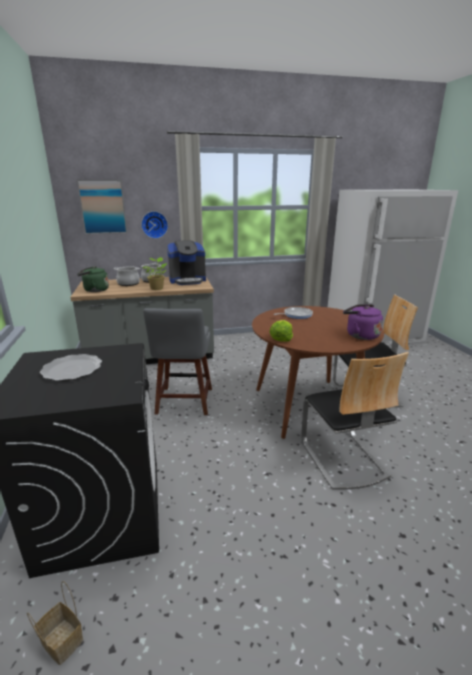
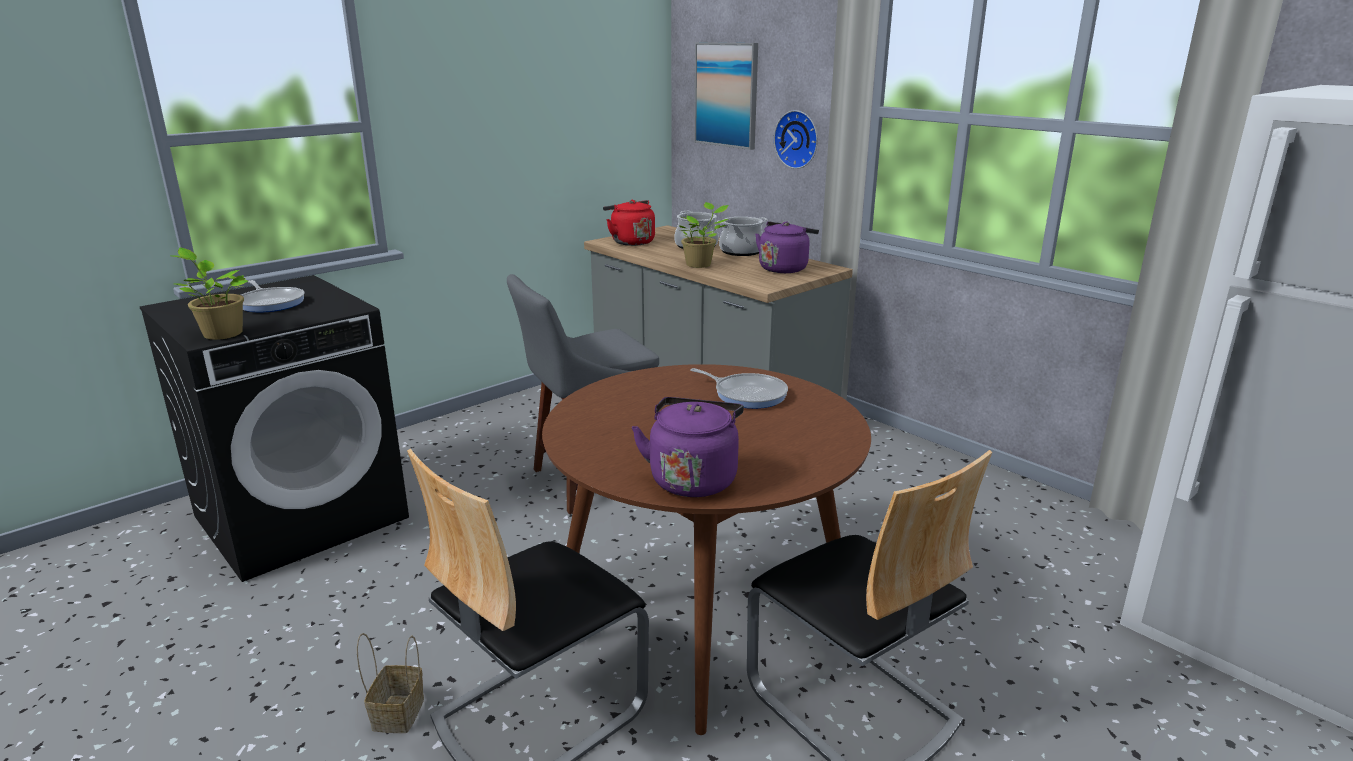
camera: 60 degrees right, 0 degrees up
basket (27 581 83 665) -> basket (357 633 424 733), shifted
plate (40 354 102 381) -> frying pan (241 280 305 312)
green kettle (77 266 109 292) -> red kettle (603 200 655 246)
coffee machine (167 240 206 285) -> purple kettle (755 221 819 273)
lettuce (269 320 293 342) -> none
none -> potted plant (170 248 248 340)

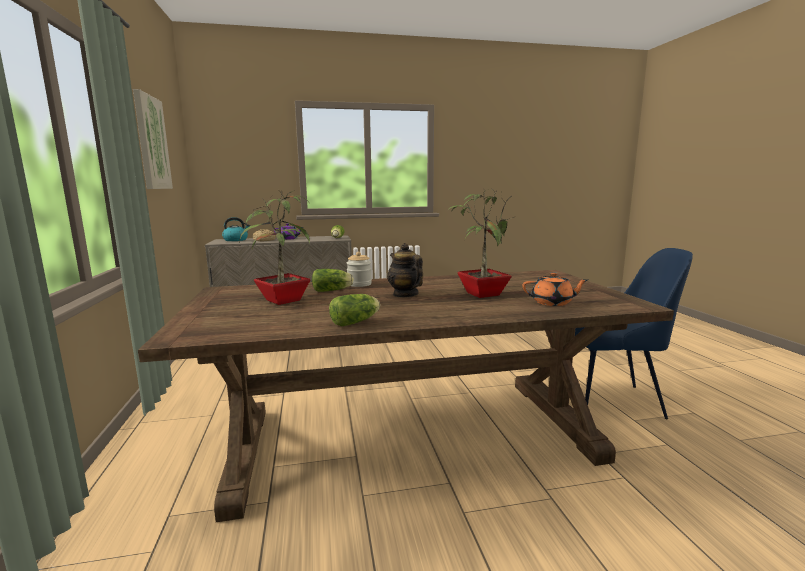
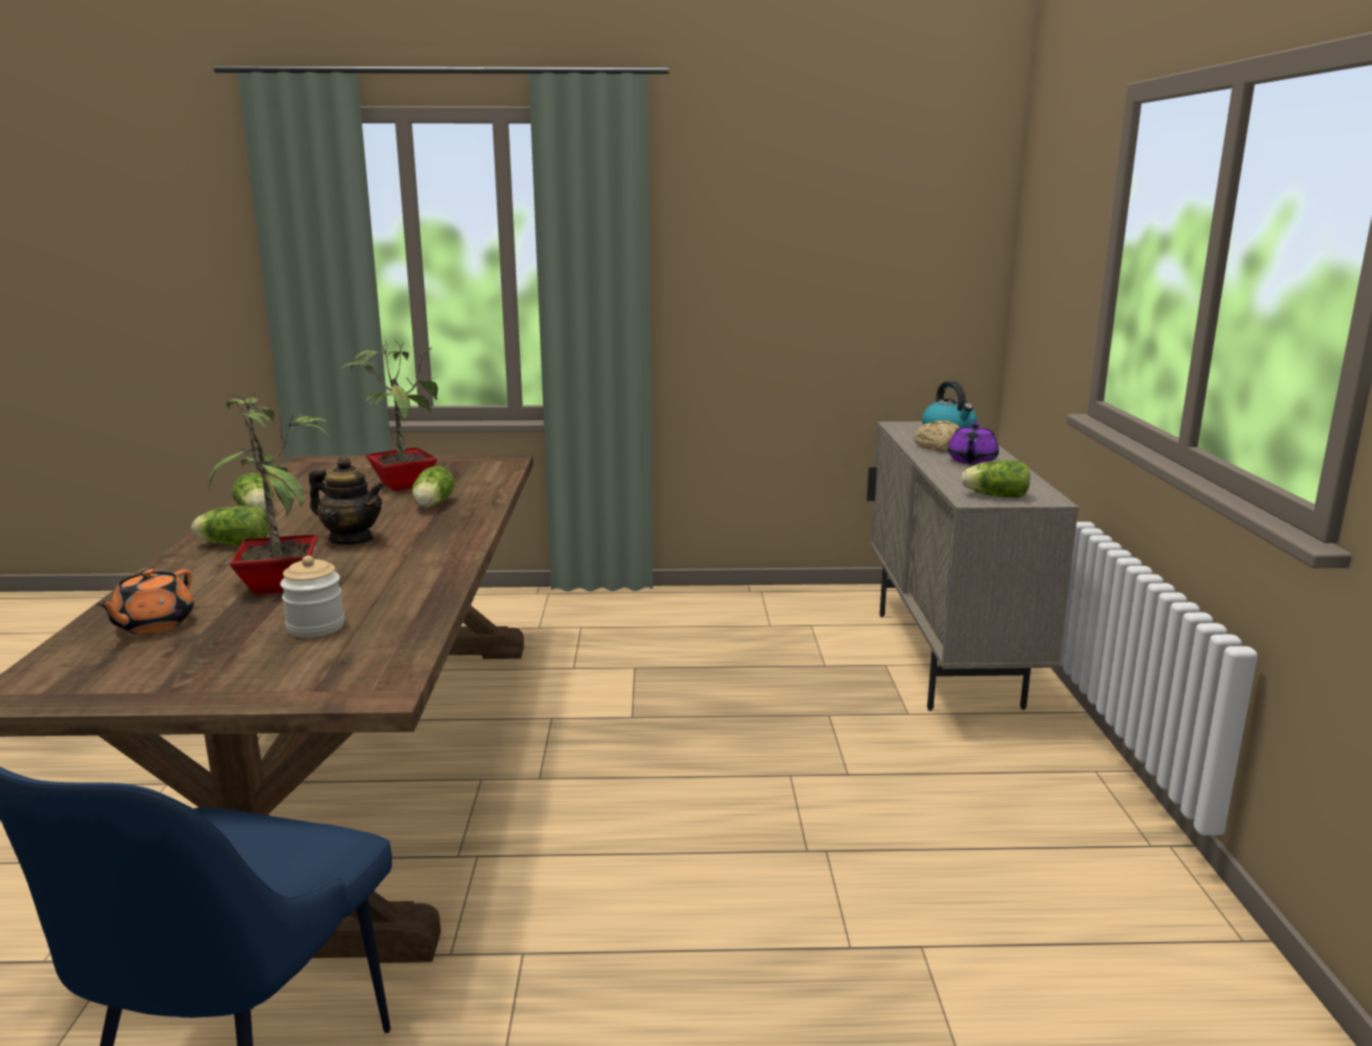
camera: 100 degrees right, 5 degrees up
picture (133 89 173 189) -> none
jar (346 252 372 287) -> jar (280 556 344 638), shifted
teapot (387 243 423 298) -> teapot (309 456 384 545), 45 degrees clockwise
none -> lettuce (192 506 269 546)

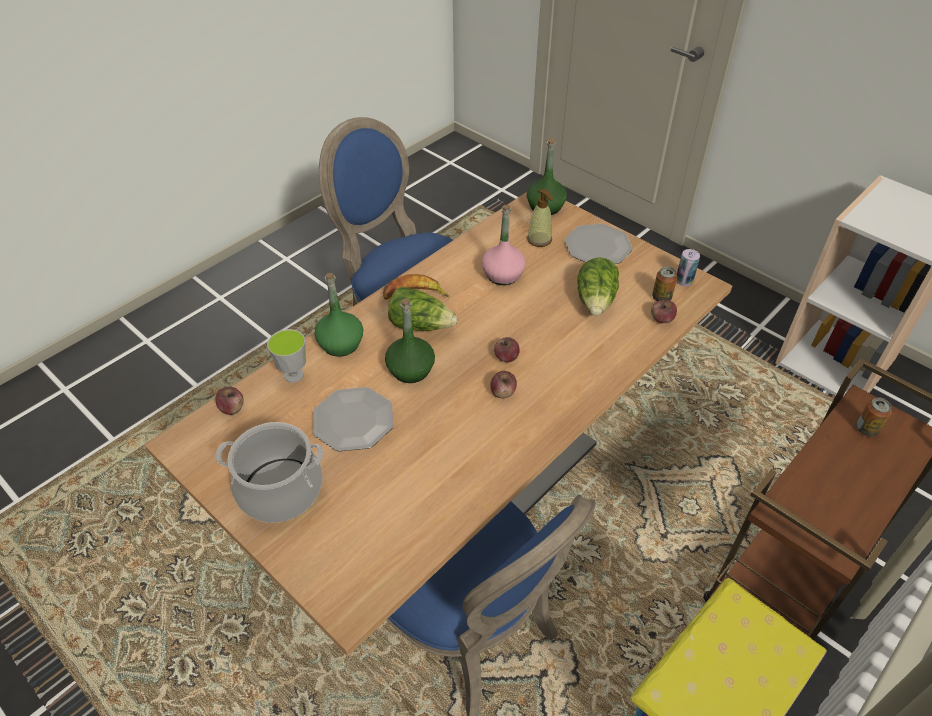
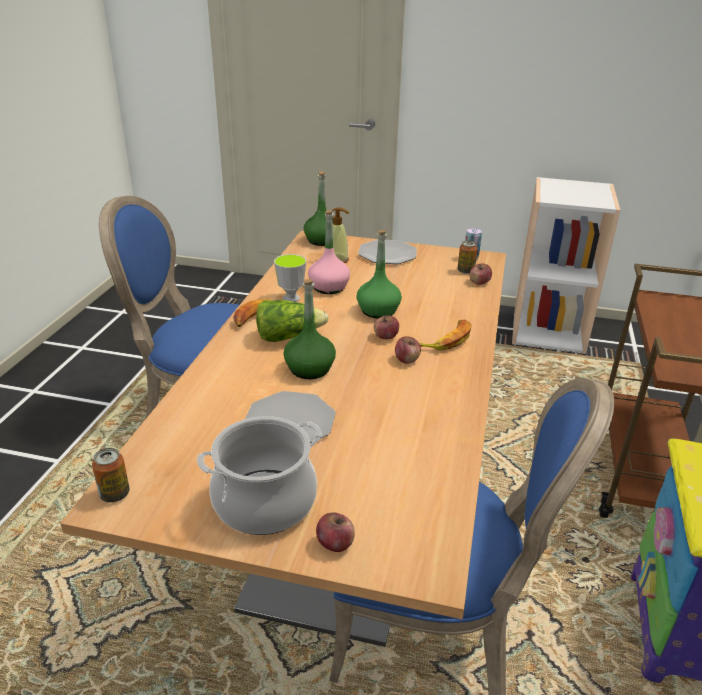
camera: 30 degrees left, 15 degrees down
apple (215 387 244 415) -> apple (316 512 355 552), shifted
cup (267 329 306 383) -> cup (274 254 306 302), shifted
green bottle (315 273 363 357) -> green bottle (357 230 402 319), shifted
lettuce (577 257 619 316) -> none
can (856 397 892 437) -> can (92 448 130 502), shifted
none -> banana (419 320 472 351)

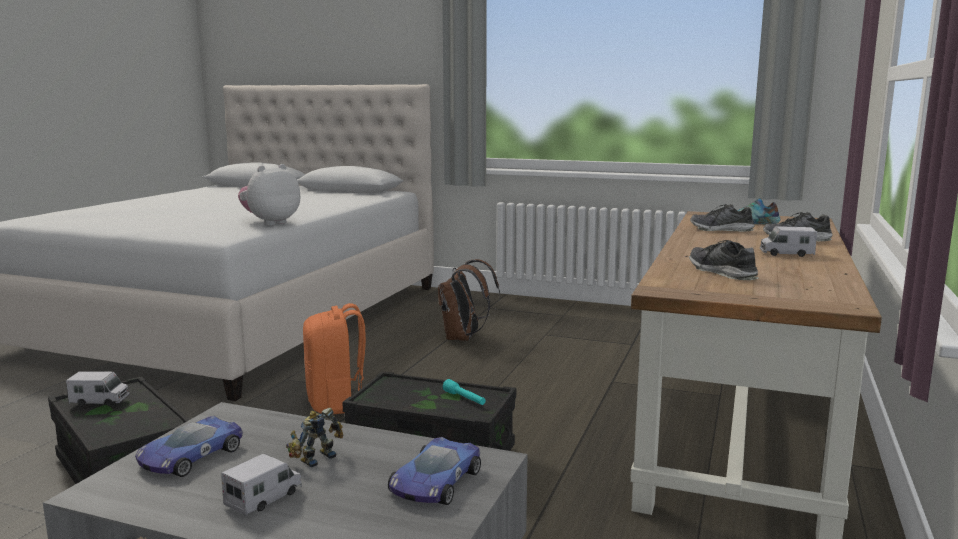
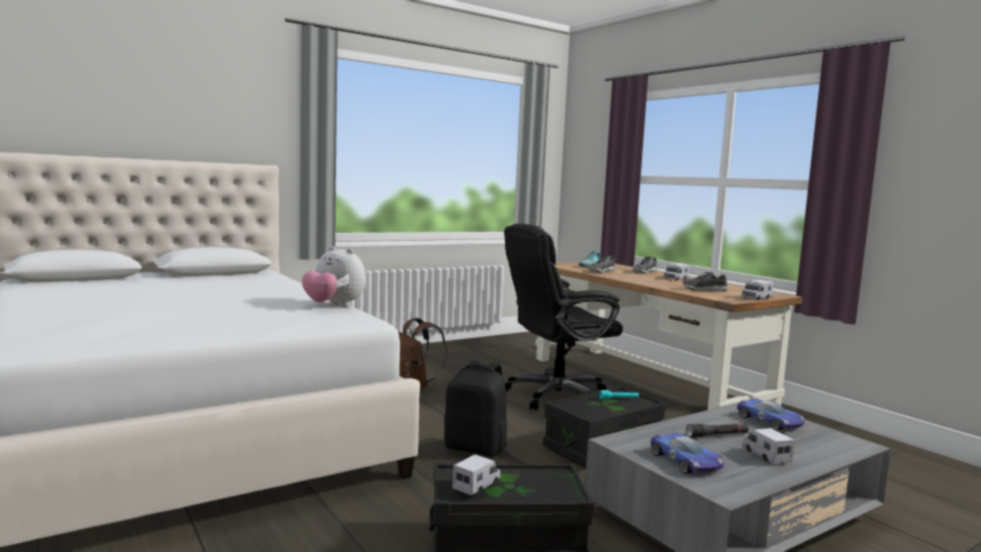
camera: 55 degrees left, 5 degrees down
plush toy (238 164 300 226) -> plush toy (302 246 366 307), 45 degrees counterclockwise
toy robot (286 408 343 467) -> black flashlight (686 424 749 437)
orange backpack (303 303 366 414) -> black backpack (444 360 507 456)
none -> black office chair (504 223 623 410)
none -> toy truck (742 280 774 300)

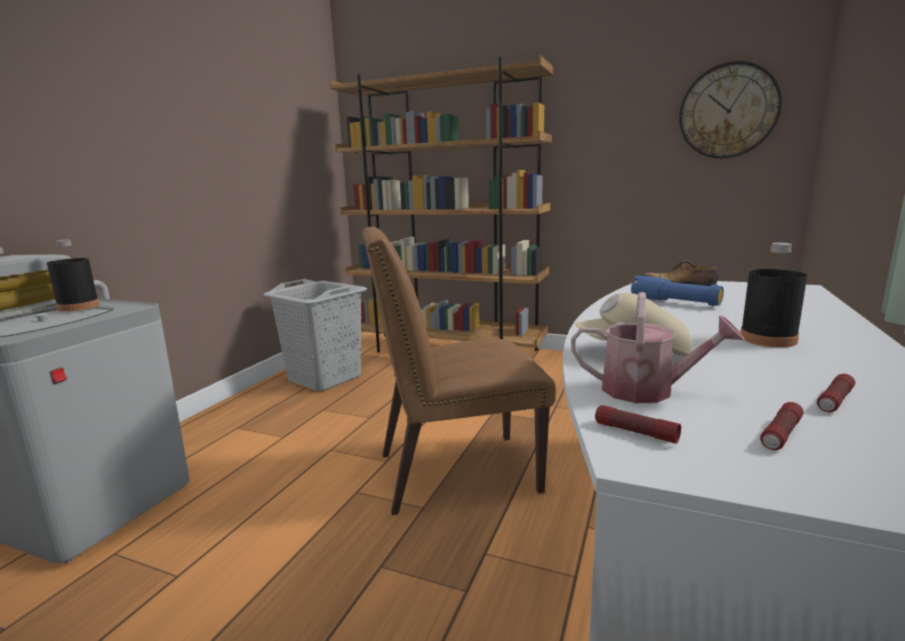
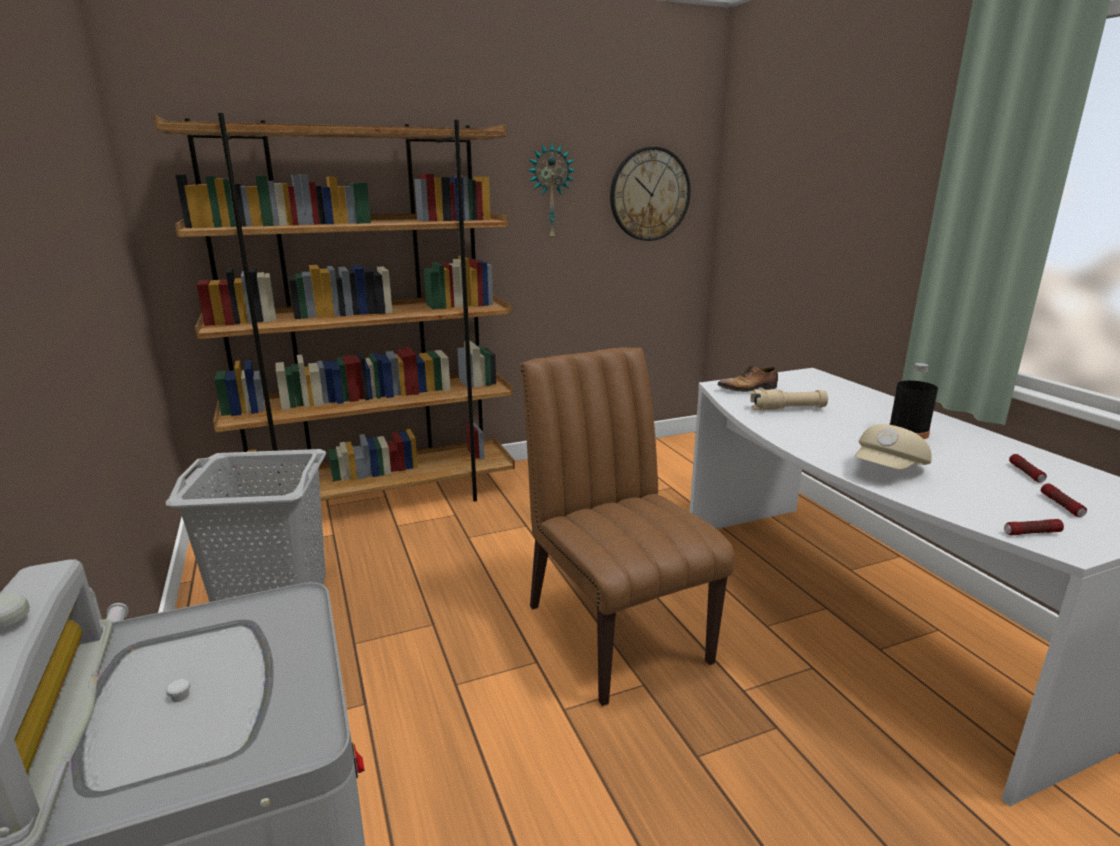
camera: 45 degrees left, 5 degrees up
black bottle (47 239 100 312) -> none
brown chair (362 227 556 515) -> brown chair (520 347 734 706), 120 degrees clockwise
watering can (571 292 745 403) -> none
blue flashlight (631 276 724 306) -> beige flashlight (750 389 828 410)
none -> wall clock (527 143 576 240)

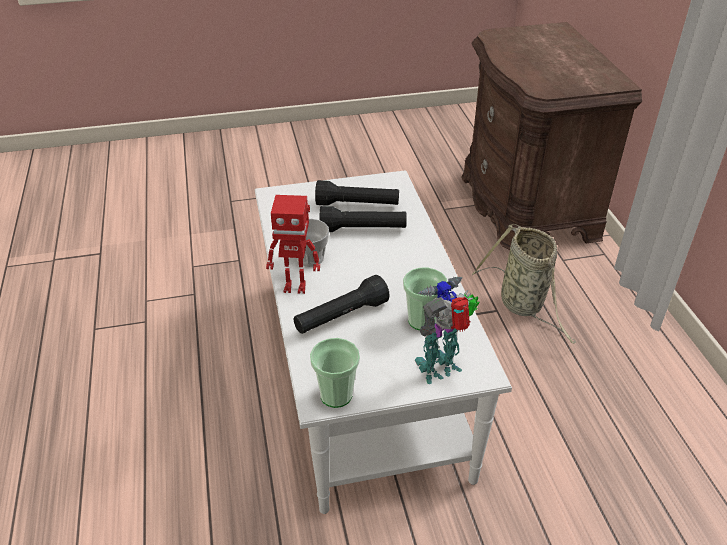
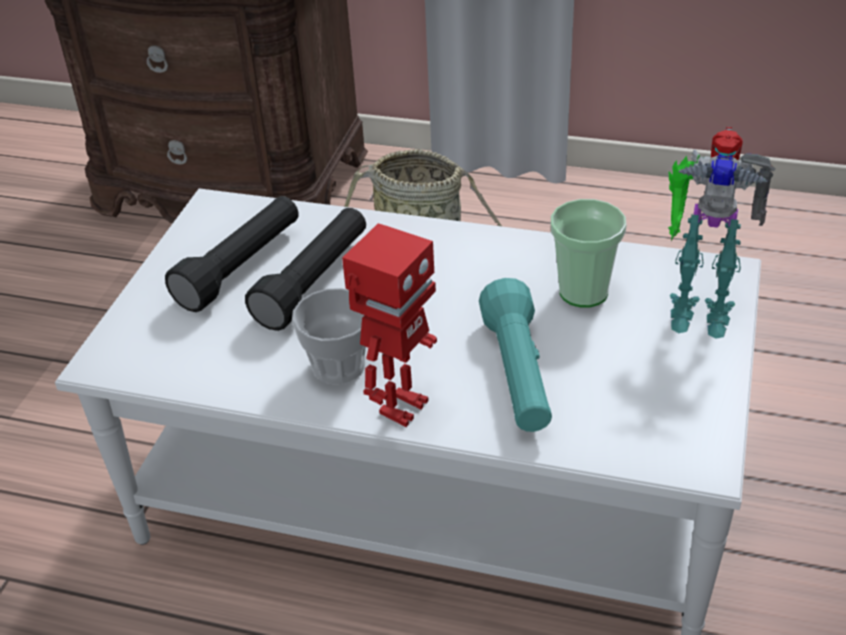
camera: 60 degrees left, 0 degrees up
black flashlight (294 275 390 334) -> turquoise flashlight (479 278 552 432)
cup (310 338 360 408) -> none
toy robot (415 277 480 384) -> toy robot (668 126 775 339), 75 degrees counterclockwise

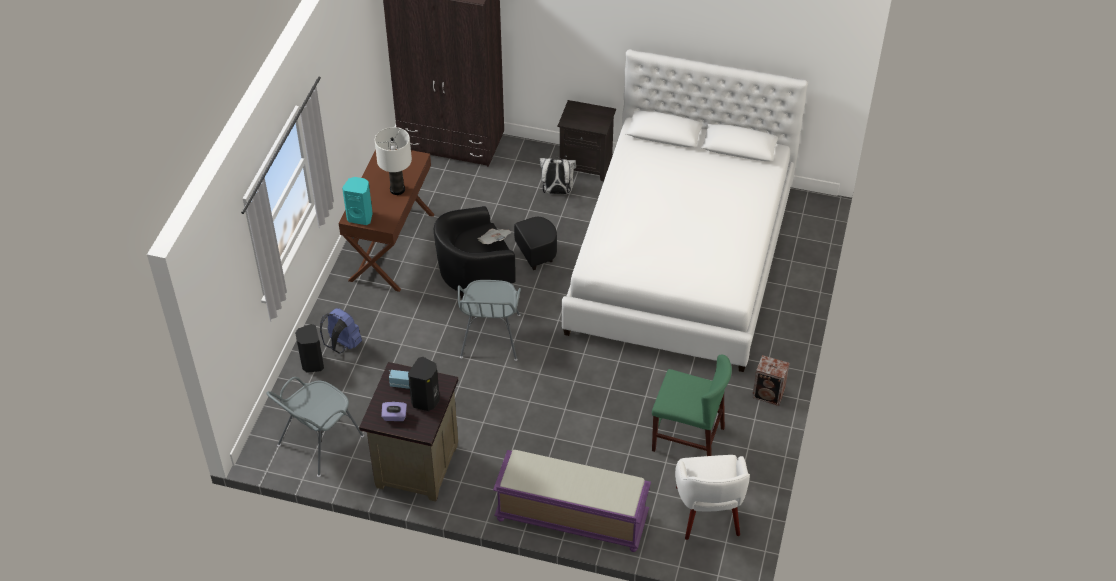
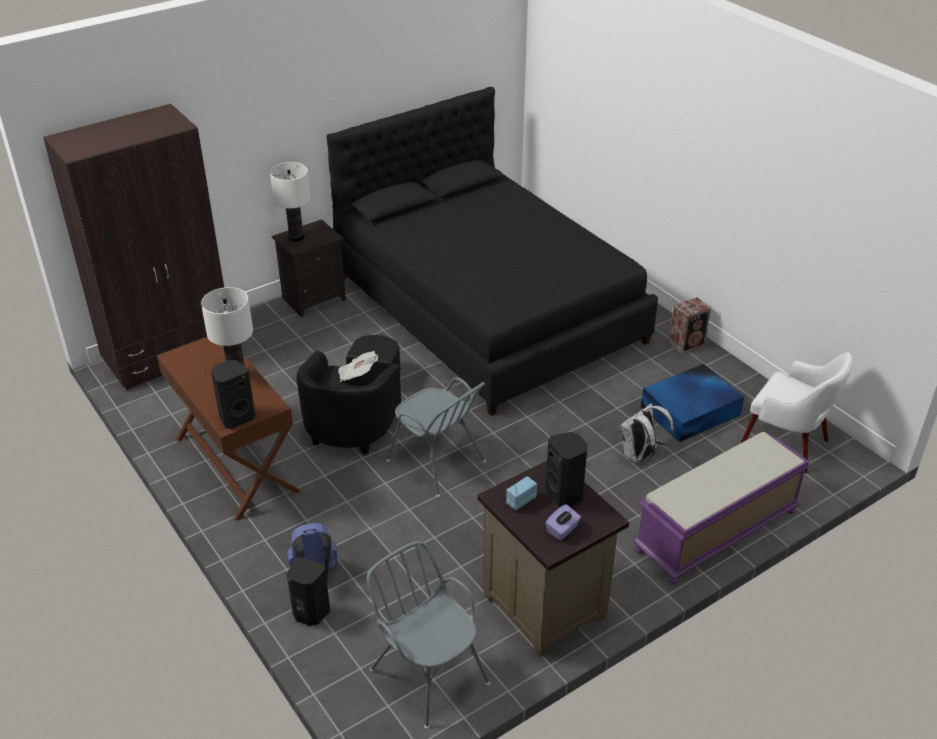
camera: 50 degrees left, 10 degrees down
grey chair (266 377 364 477) -> grey chair (367 541 490 729), 150 degrees clockwise
turquoise speaker (342 177 373 225) -> black speaker (211 360 255 429)
white backpack (539 158 576 194) -> white backpack (620 404 674 463), shifted
white bed (562 49 808 372) -> black bed (326 87 658 416)
green chair (652 355 732 456) -> blue storage box (641 364 744 442)
none -> white table lamp (270 162 311 242)

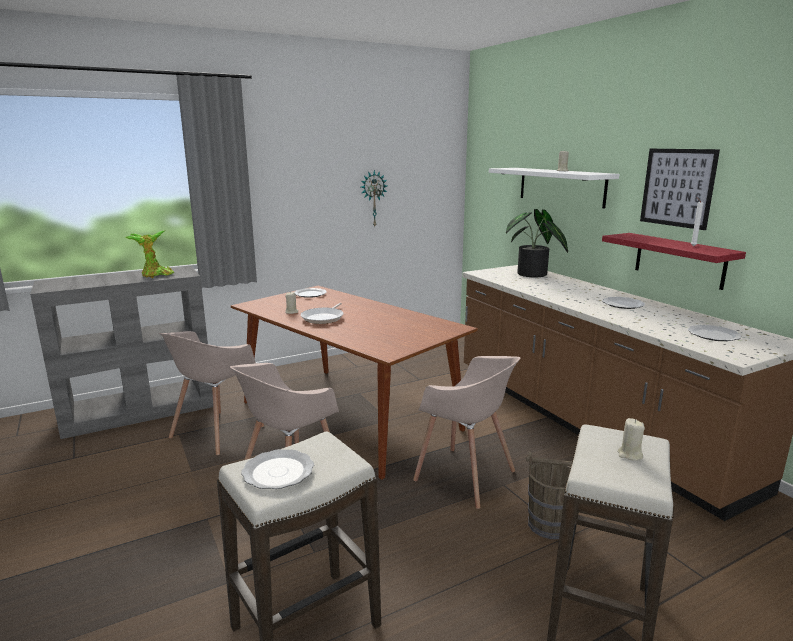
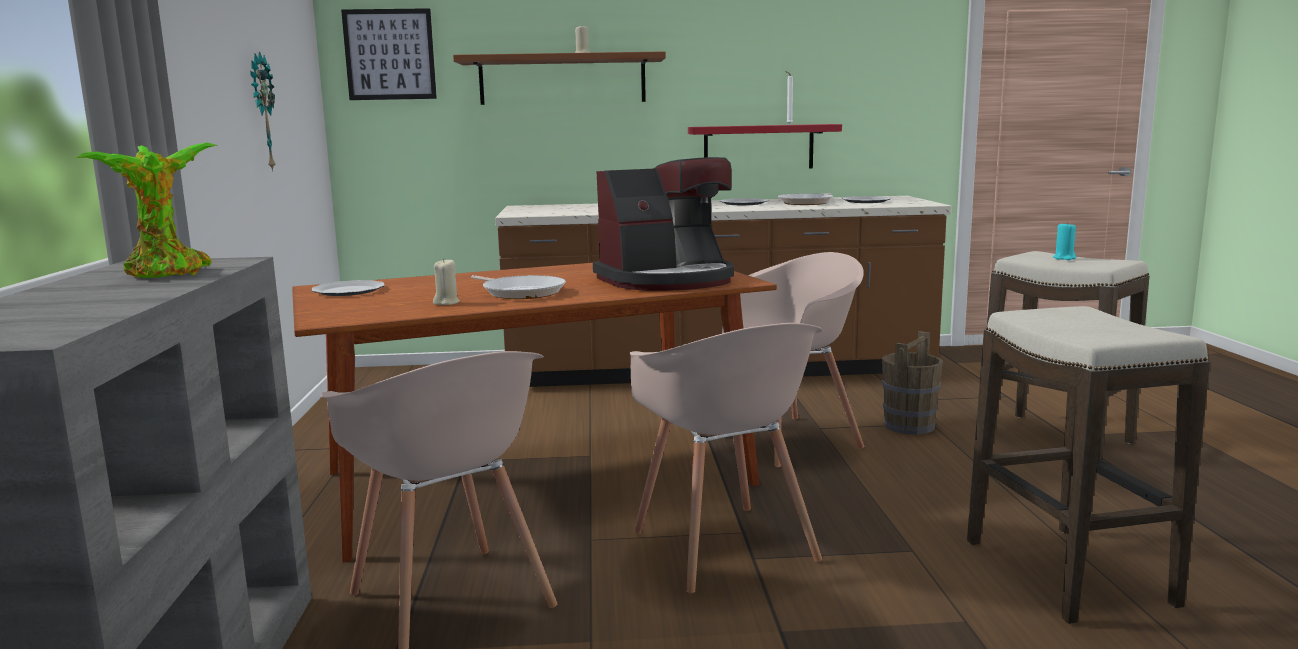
camera: 65 degrees left, 5 degrees down
plate (241 449 314 489) -> none
white shelf (489 168 619 208) -> brown shelf (453 51 666 105)
potted plant (506 209 568 278) -> none
beige candle (617 418 645 461) -> turquoise candle (1053 221 1076 260)
picture (640 149 720 230) -> picture (341 8 437 100), shifted
none -> coffee machine (593 157 734 291)
none -> frying pan (778 193 833 205)

